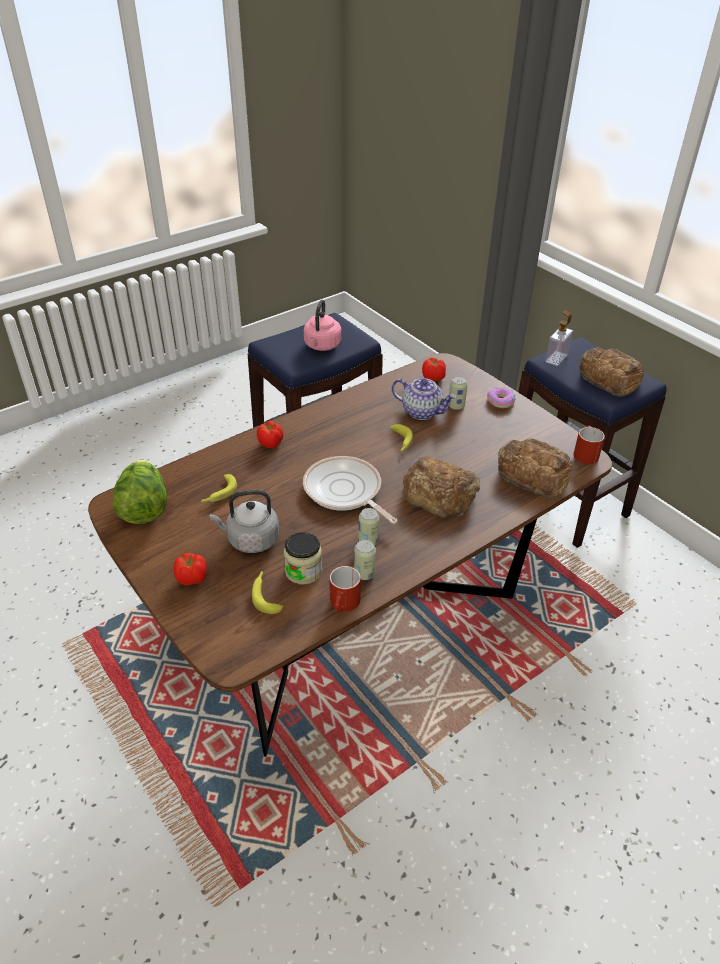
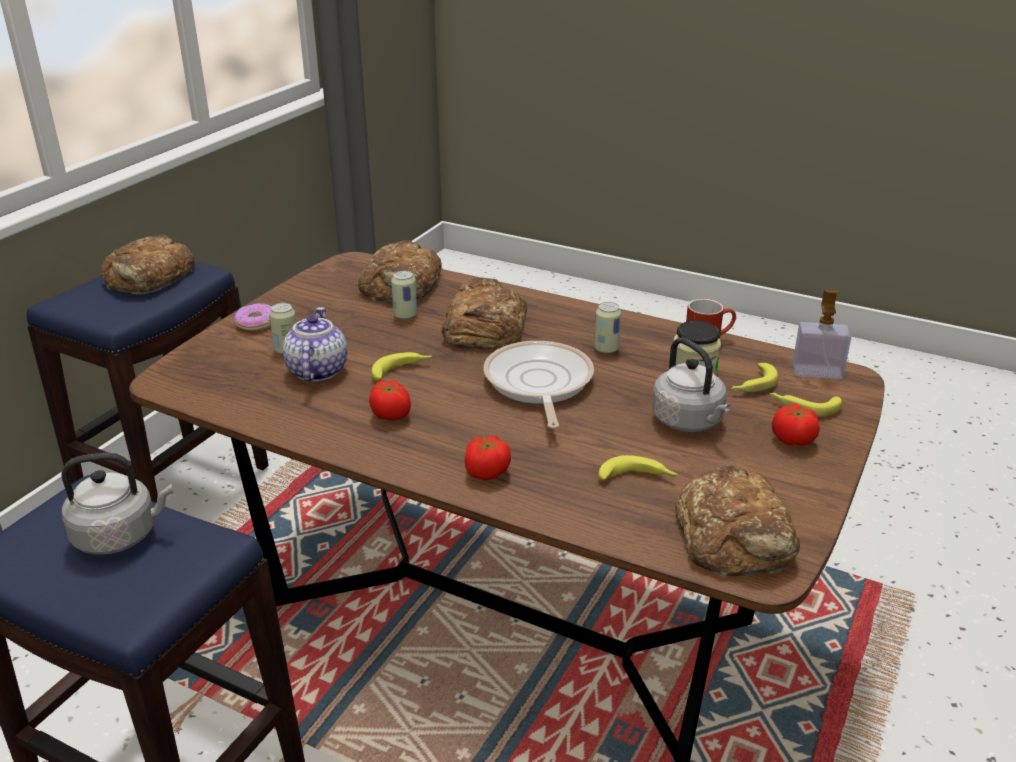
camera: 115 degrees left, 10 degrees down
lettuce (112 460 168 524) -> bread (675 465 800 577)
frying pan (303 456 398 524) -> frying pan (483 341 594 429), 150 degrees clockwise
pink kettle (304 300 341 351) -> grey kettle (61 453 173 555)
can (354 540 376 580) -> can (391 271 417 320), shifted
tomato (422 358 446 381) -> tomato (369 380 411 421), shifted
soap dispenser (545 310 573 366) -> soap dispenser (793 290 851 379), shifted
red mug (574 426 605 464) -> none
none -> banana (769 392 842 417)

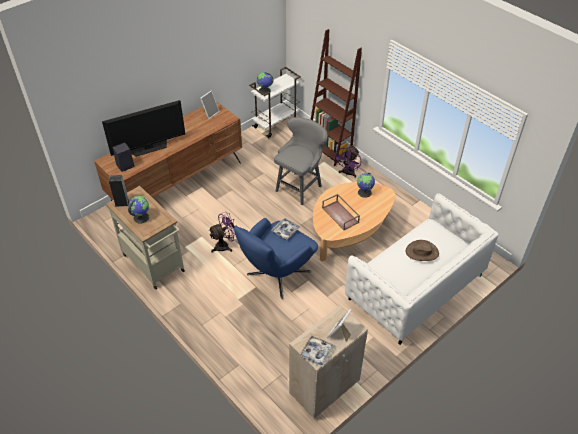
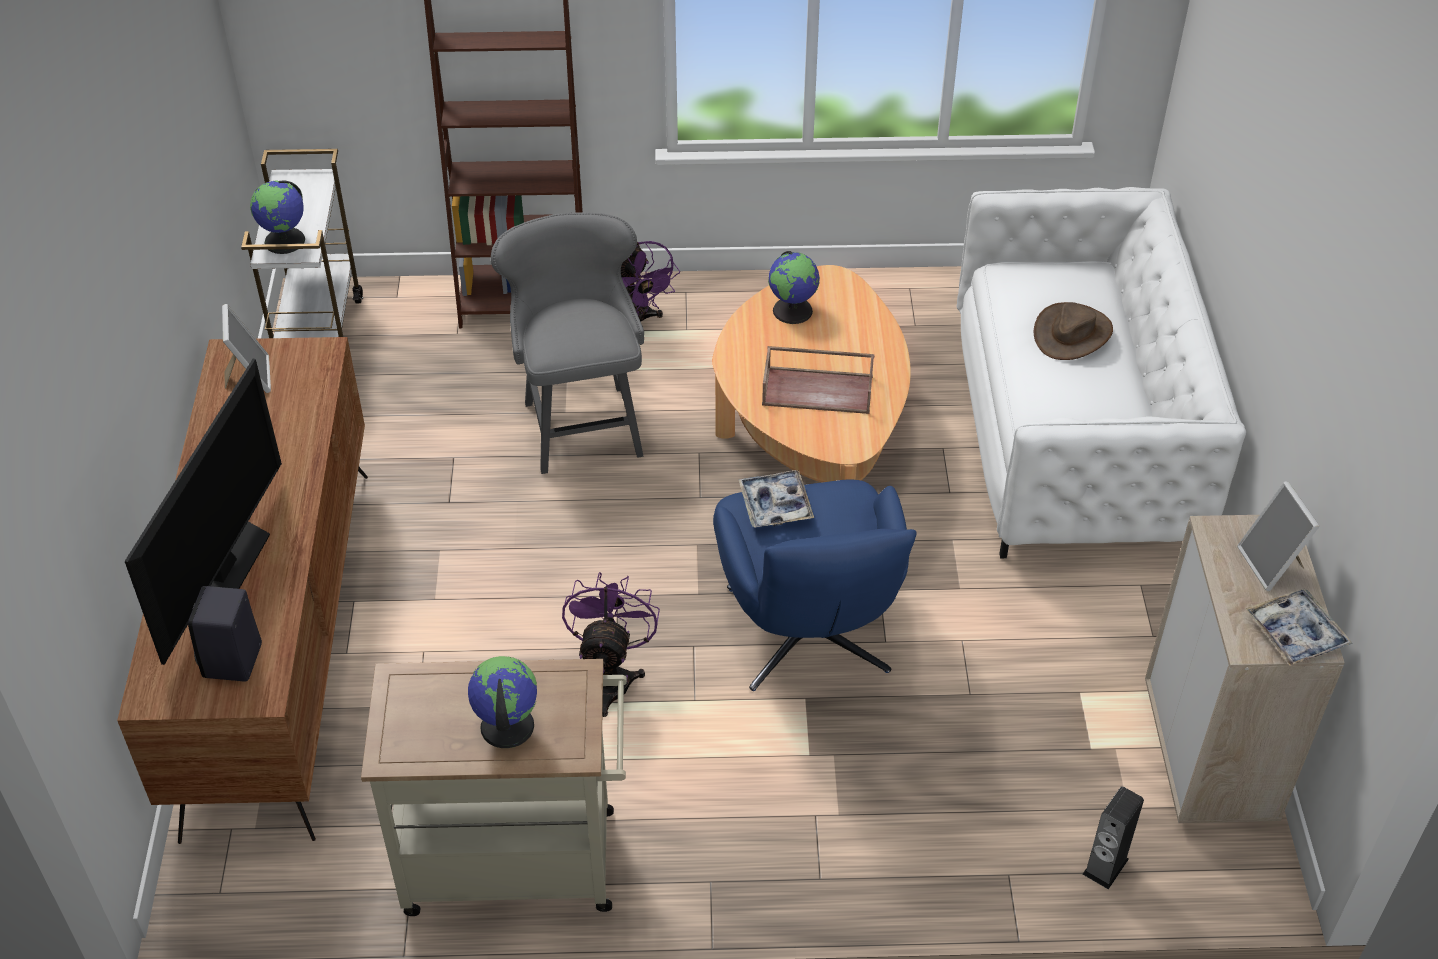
camera: 50 degrees left, 0 degrees up
speaker (109 175 130 207) -> speaker (1083 787 1144 890), shifted

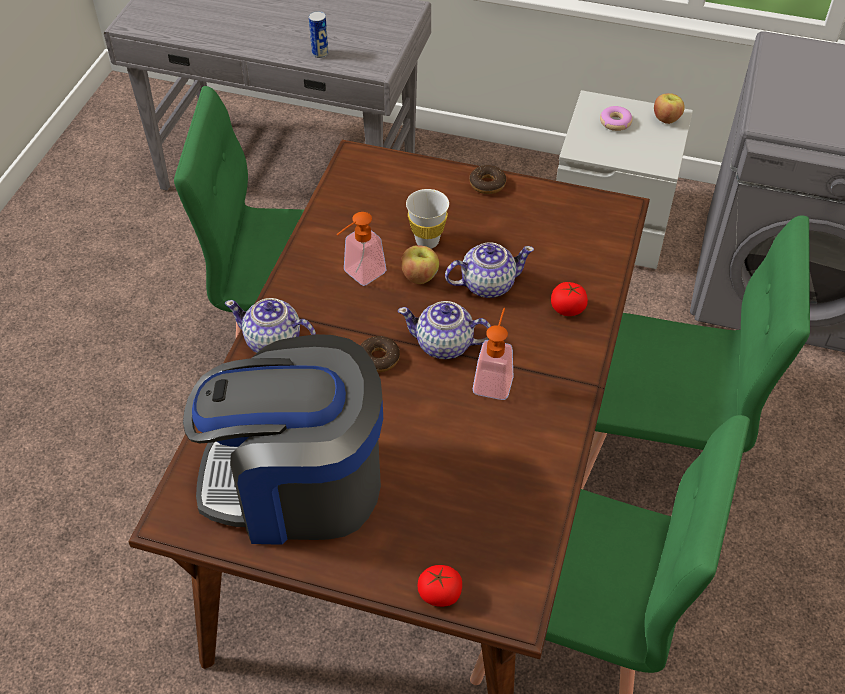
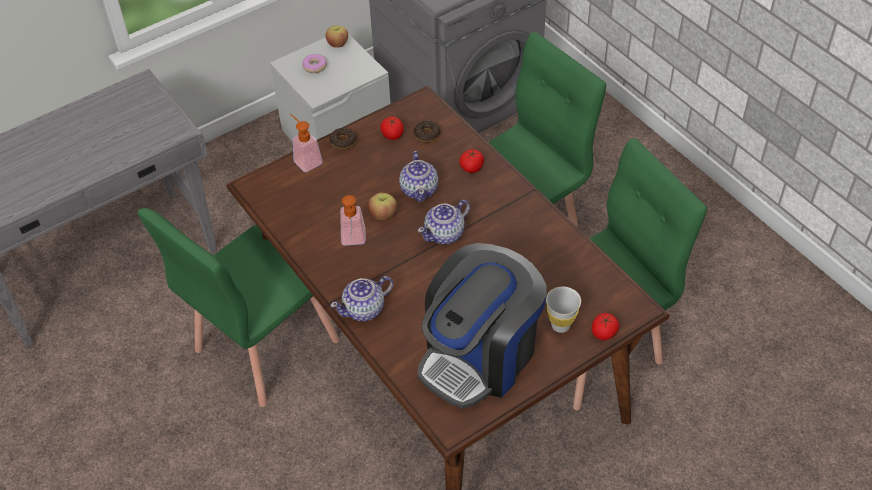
camera: 50 degrees left, 0 degrees up
can (309 11 328 58) -> none
donut (360 336 400 372) -> donut (414 121 441 143), shifted
white cup (406 189 449 249) -> white cup (546 287 581 333), shifted
teapot (445 242 534 298) -> teapot (399 151 438 202), 150 degrees clockwise
soap dispenser (473 308 513 400) -> soap dispenser (290 114 323 172), shifted
none -> tomato (381 117 404 140)

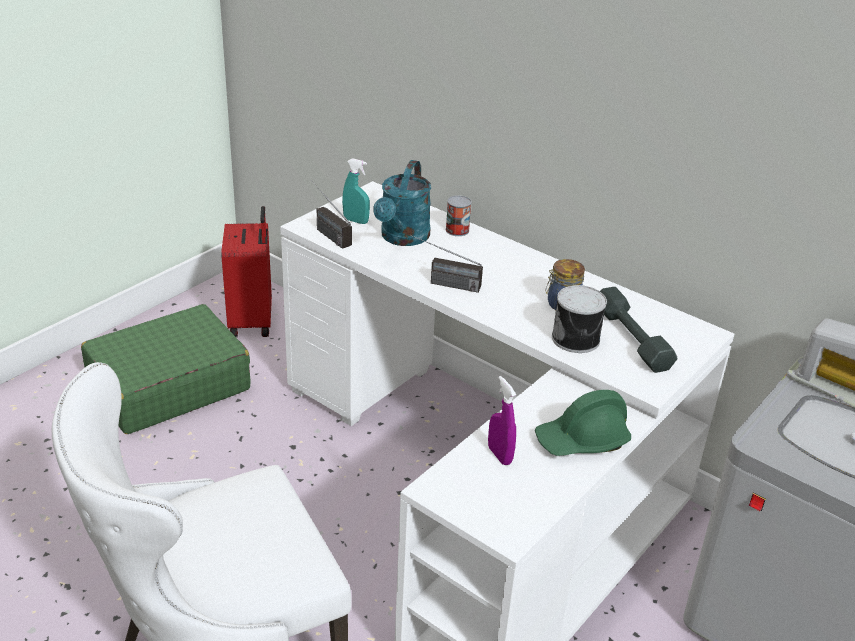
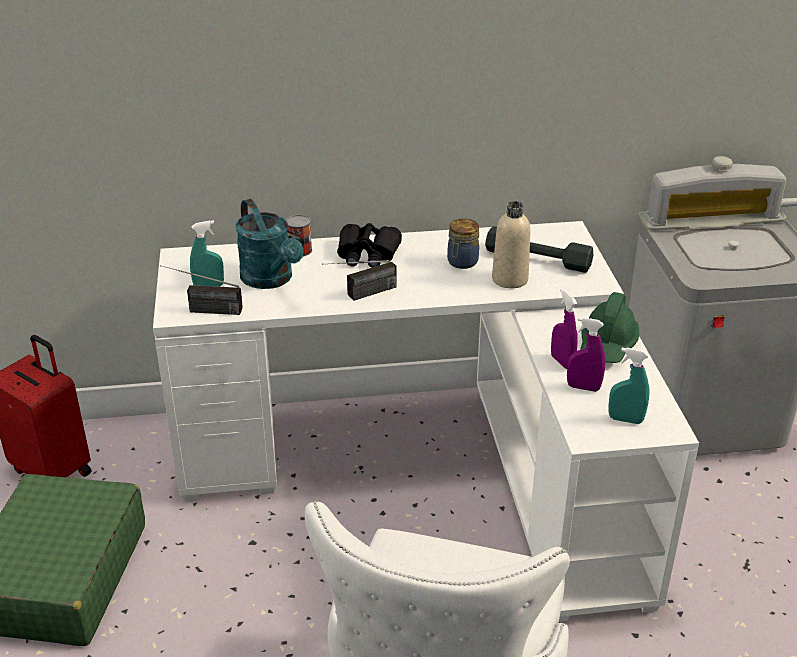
camera: 45 degrees left, 0 degrees up
can (552 285 607 353) -> beige bottle (492 201 530 288)
none -> black binoculars (337 223 402 268)
none -> purple spray bottle (551 289 578 369)
none -> turquoise spray bottle (608 348 650 424)

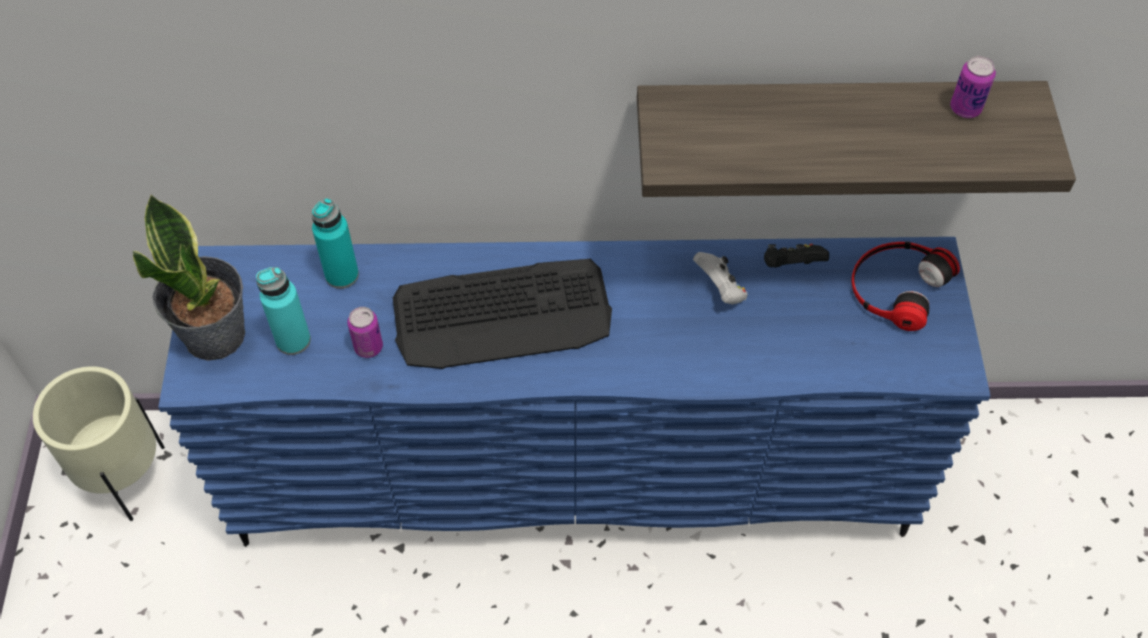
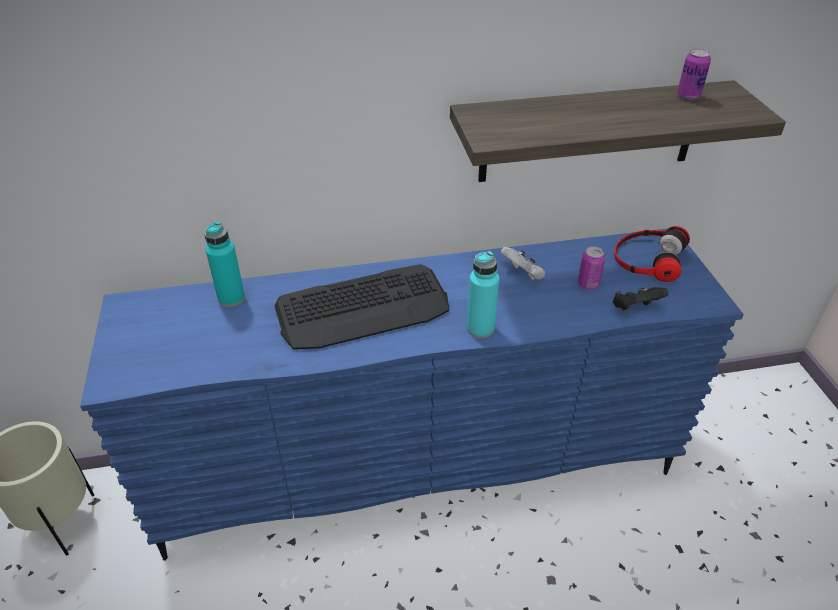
camera: 10 degrees left, 15 degrees down
potted plant (133 194 245 361) -> none
turquoise bottle (256 267 311 355) -> turquoise bottle (467 251 499 338), shifted
can (347 307 383 358) -> can (578 246 605 290), shifted
black game controller (764 243 829 268) -> black game controller (613 287 668 310), shifted

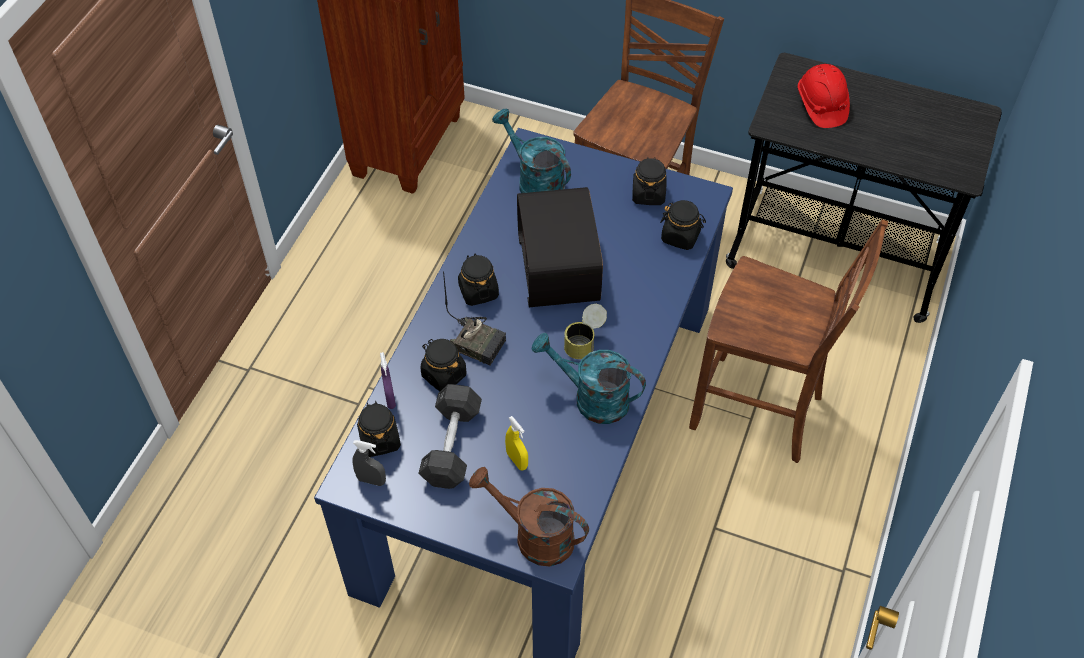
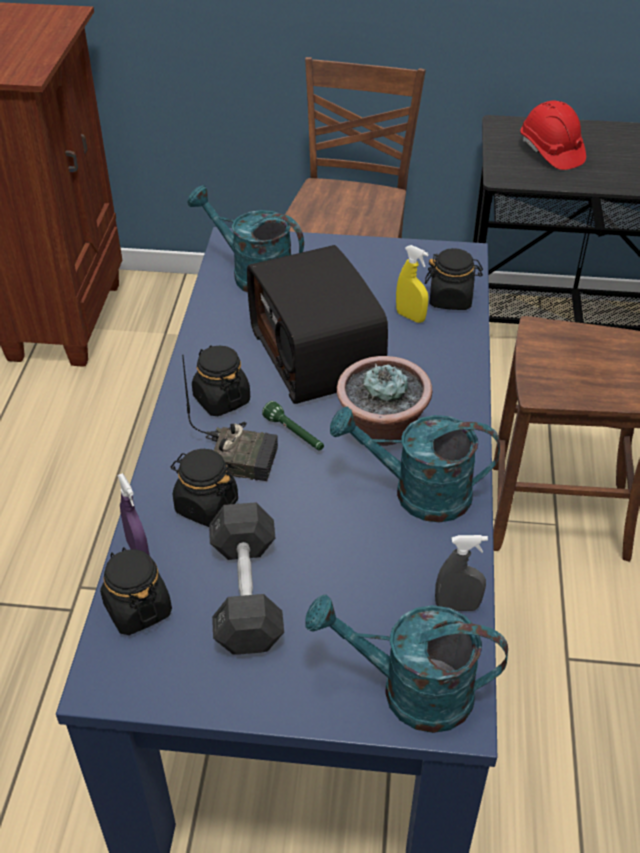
camera: 15 degrees left, 10 degrees down
grey spray bottle (352 440 386 486) -> grey spray bottle (435 535 488 611), shifted
brown watering can (469 467 589 566) -> turquoise watering can (305 594 508 733)
yellow spray bottle (505 416 528 471) -> yellow spray bottle (396 245 429 323), shifted
can (564 304 607 359) -> potted plant (337 356 432 446)
black jar (632 157 667 205) -> none
none -> green flashlight (262 401 324 450)

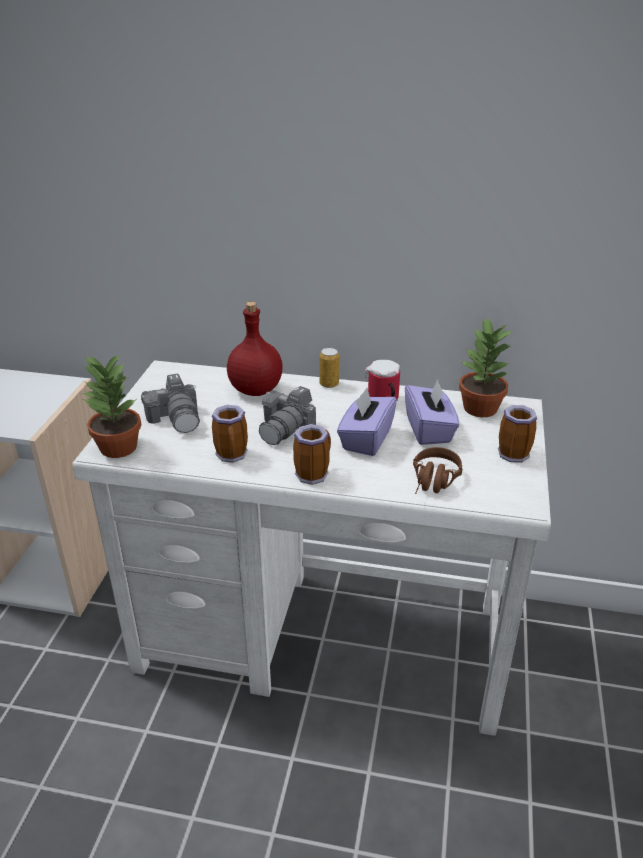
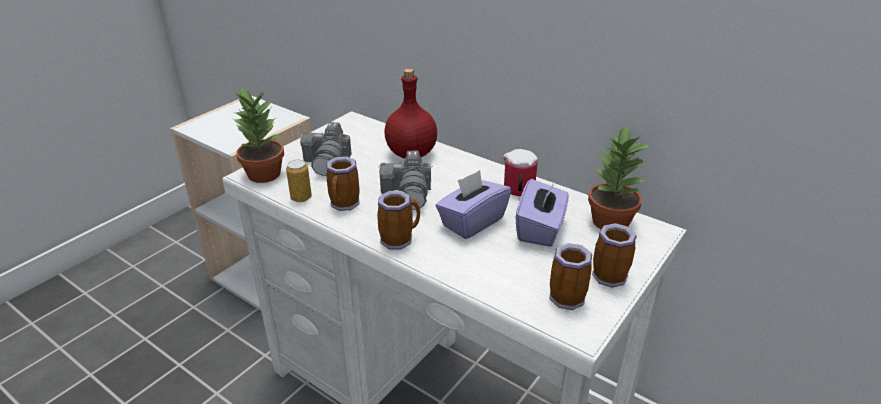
camera: 25 degrees right, 0 degrees up
photo camera (259 386 316 445) -> photo camera (379 151 432 210), 60 degrees counterclockwise
can (319 348 339 388) -> can (286 160 312 202), shifted
brown headphones (413 447 462 494) -> none
none -> mug (549 243 592 310)

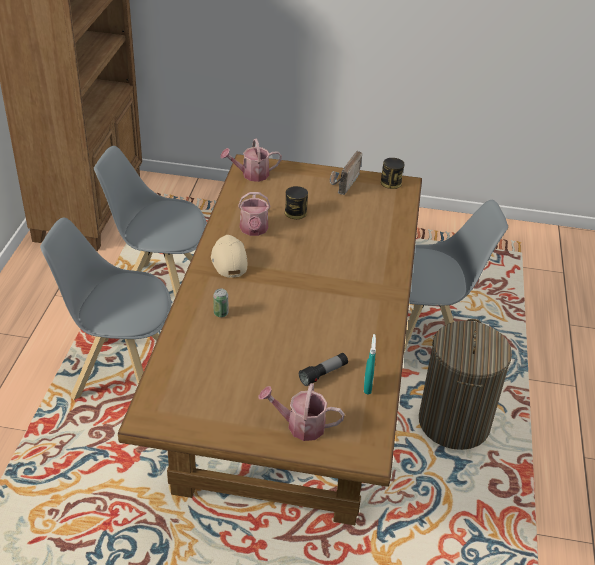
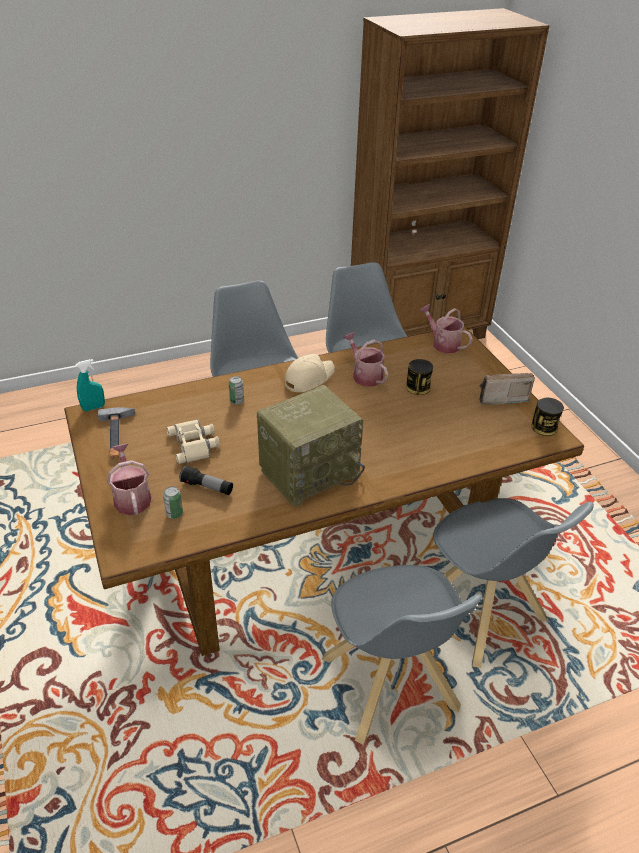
camera: 60 degrees right, 0 degrees up
watering can (238 192 271 236) -> watering can (343 332 388 387), 90 degrees clockwise
turquoise spray bottle (364 334 376 394) -> turquoise spray bottle (76 359 105 411), shifted
laundry basket (419 319 512 450) -> grey chair (322 565 482 745)
none -> hammer (98 407 135 459)
none -> can (163 486 183 519)
none -> beige binoculars (167 419 220 464)
none -> radio (257 385 365 507)

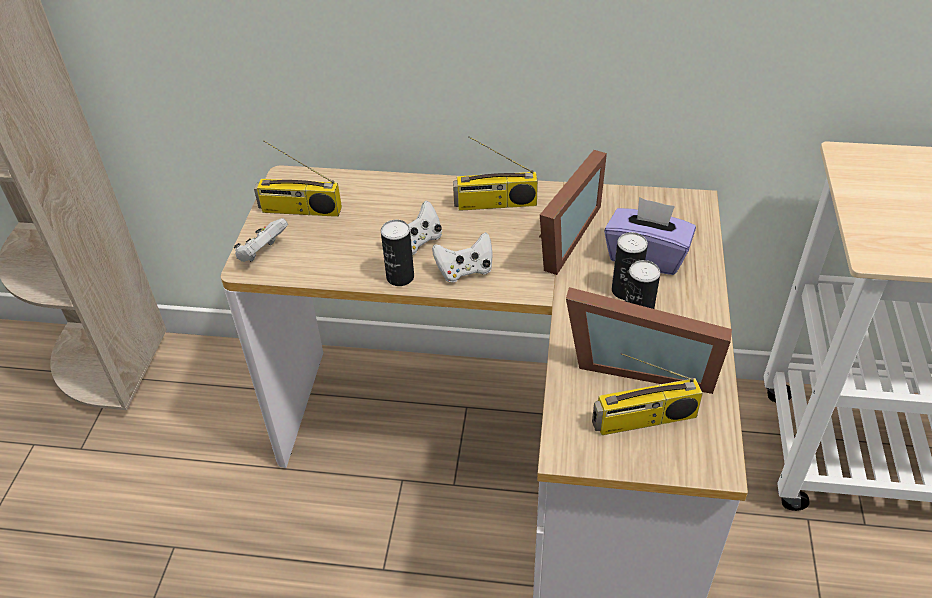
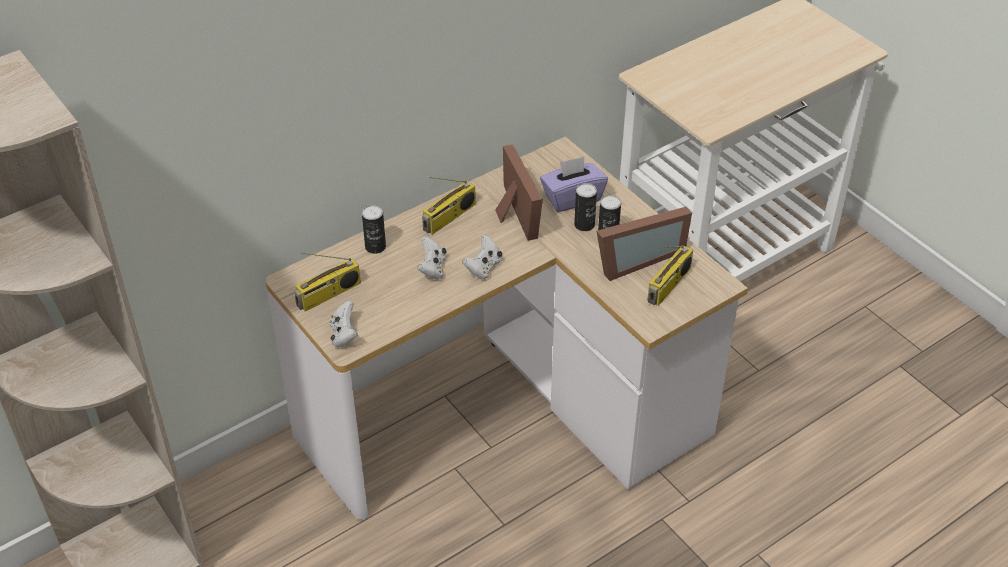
camera: 45 degrees left, 0 degrees up
can (381 220 414 286) -> can (362 205 386 254), shifted

